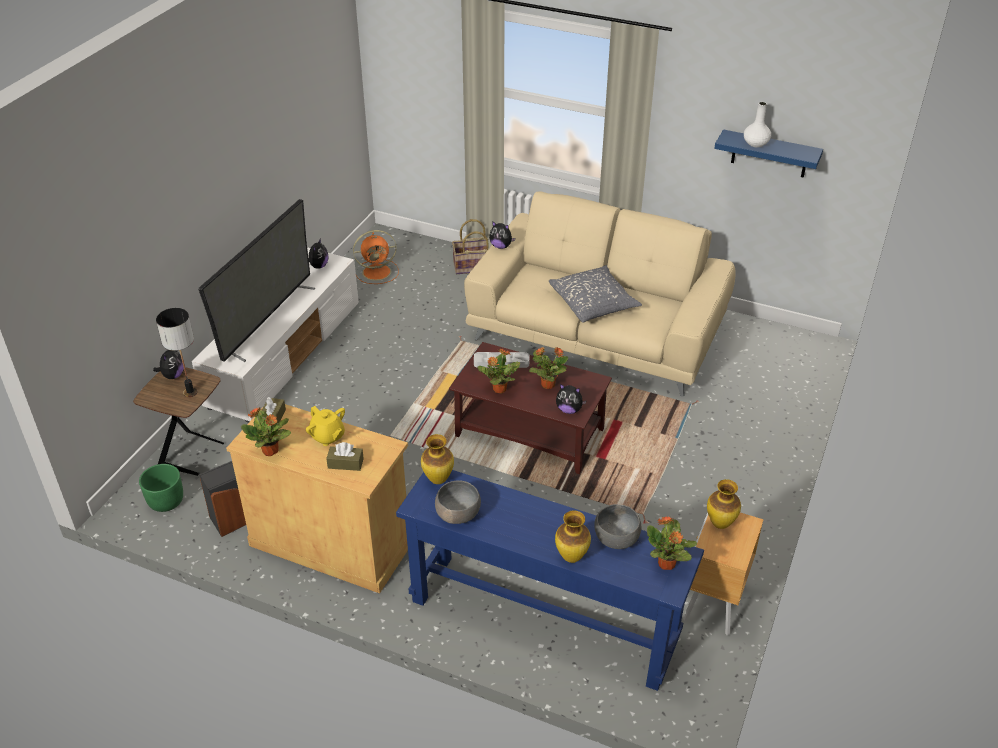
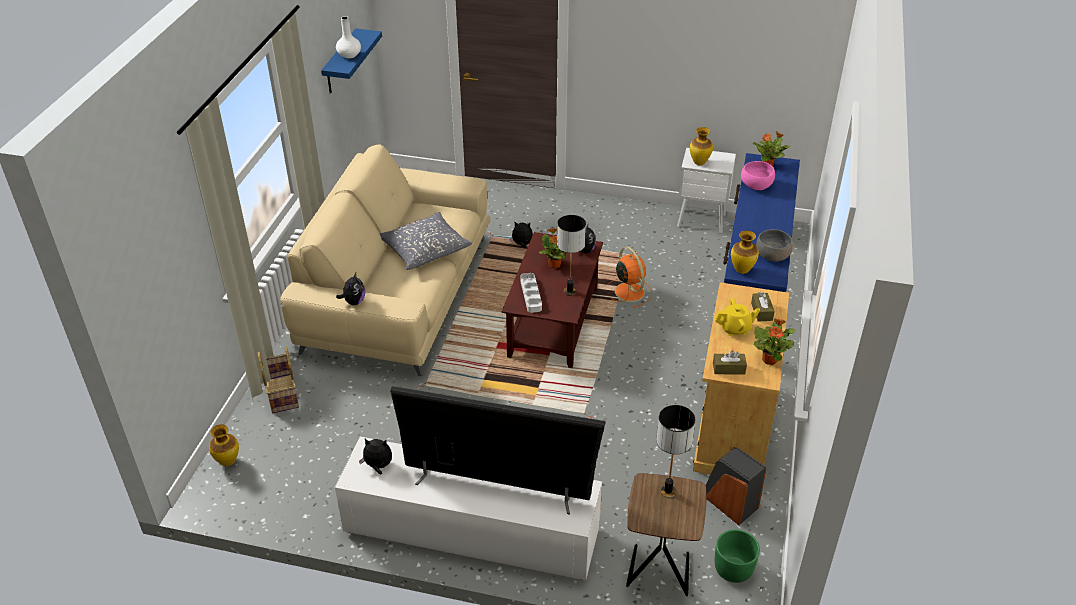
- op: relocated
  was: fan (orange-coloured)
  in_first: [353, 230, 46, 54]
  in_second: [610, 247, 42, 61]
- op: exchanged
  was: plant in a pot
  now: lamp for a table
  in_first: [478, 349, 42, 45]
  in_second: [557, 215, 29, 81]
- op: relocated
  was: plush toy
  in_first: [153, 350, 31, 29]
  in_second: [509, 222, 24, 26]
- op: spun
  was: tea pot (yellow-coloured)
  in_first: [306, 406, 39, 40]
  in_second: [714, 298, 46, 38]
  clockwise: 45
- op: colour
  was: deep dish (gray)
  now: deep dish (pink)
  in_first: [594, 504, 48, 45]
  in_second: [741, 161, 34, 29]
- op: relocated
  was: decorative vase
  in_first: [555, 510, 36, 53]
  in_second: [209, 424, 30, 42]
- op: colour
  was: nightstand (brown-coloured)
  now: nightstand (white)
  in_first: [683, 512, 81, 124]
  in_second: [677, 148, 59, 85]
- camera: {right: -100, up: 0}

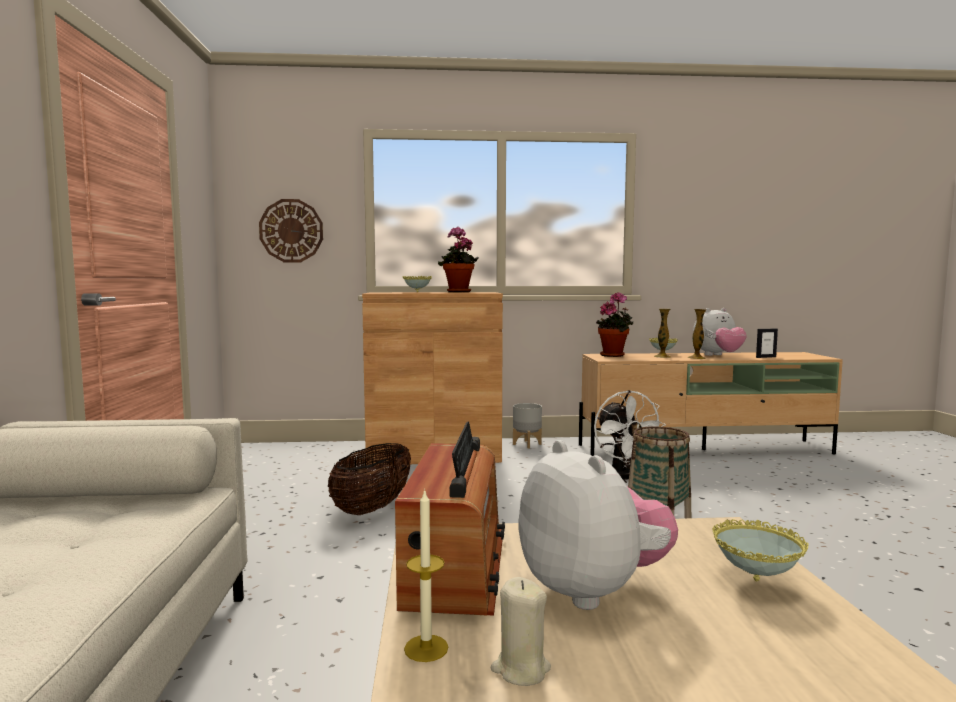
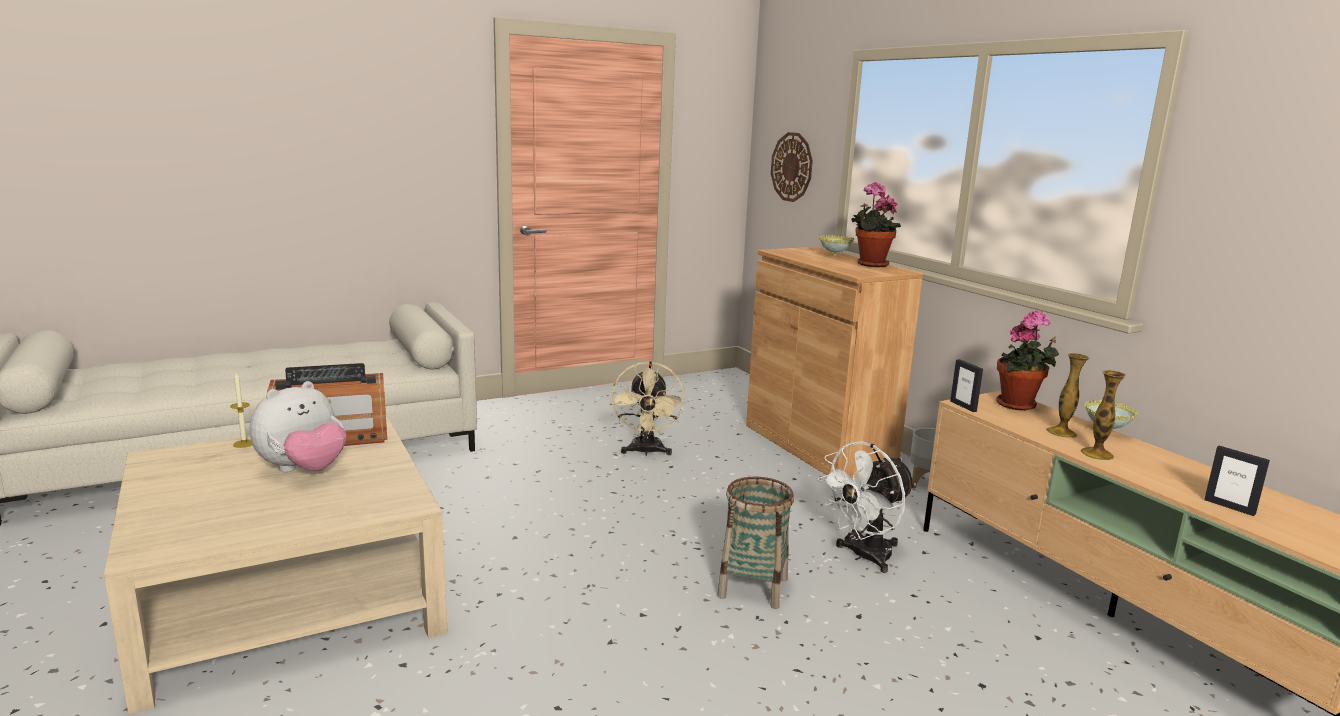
- op: missing
  was: plush toy
  in_first: [693, 308, 54, 48]
- op: exchanged
  was: basket
  now: fan (sand-coloured)
  in_first: [328, 443, 83, 72]
  in_second: [611, 361, 74, 95]
- op: missing
  was: deep dish
  in_first: [712, 519, 97, 62]
- op: missing
  was: wax candle (sand-coloured)
  in_first: [491, 577, 60, 109]
- op: appeared
  now: photo frame
  in_second: [950, 359, 33, 53]
- camera: {right: 65, up: 10}

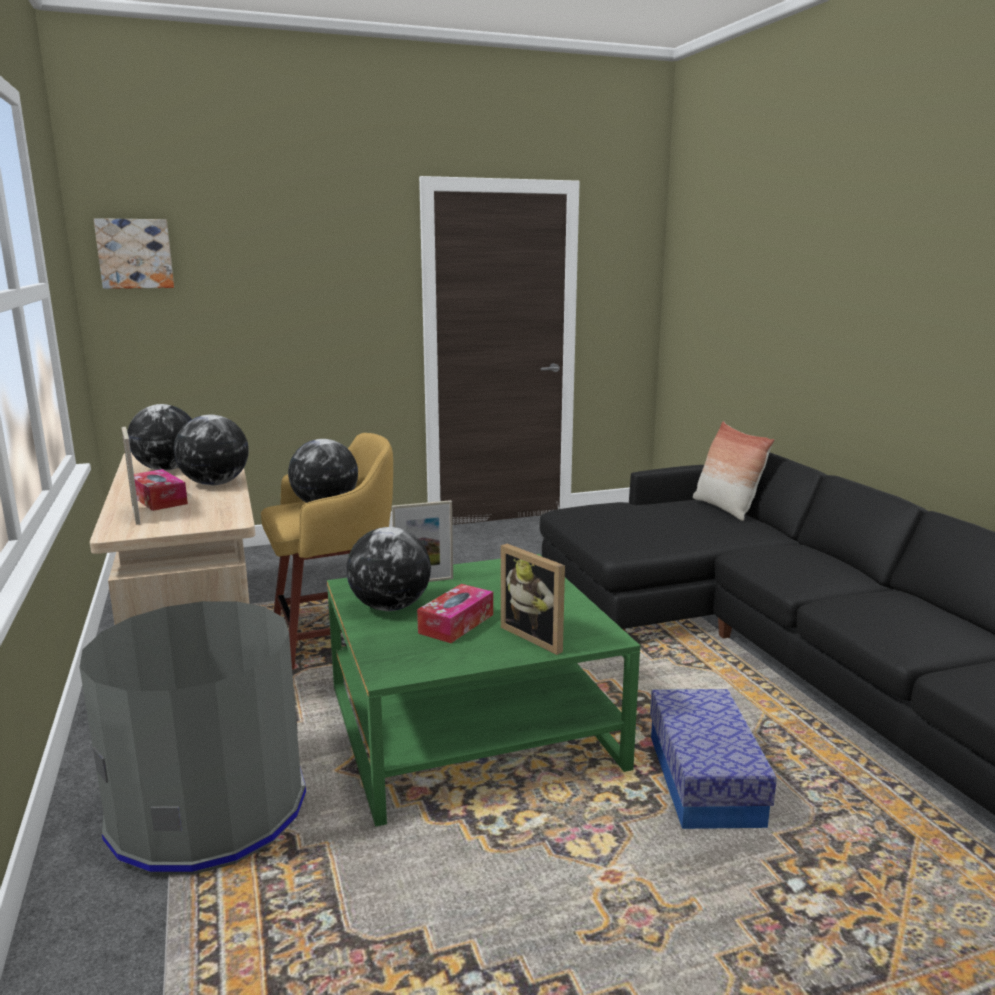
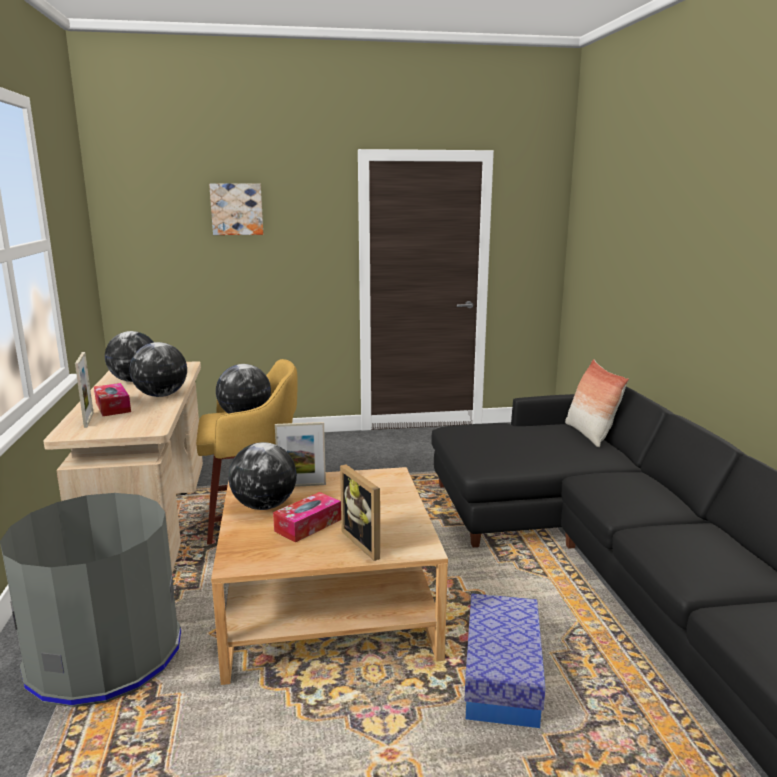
- op: relocated
  was: wall picture
  in_first: [94, 218, 80, 71]
  in_second: [209, 183, 54, 52]
- op: colour
  was: coffee table (green)
  now: coffee table (sand-coloured)
  in_first: [327, 554, 313, 273]
  in_second: [211, 467, 237, 218]
- camera: {right: 10, up: 0}

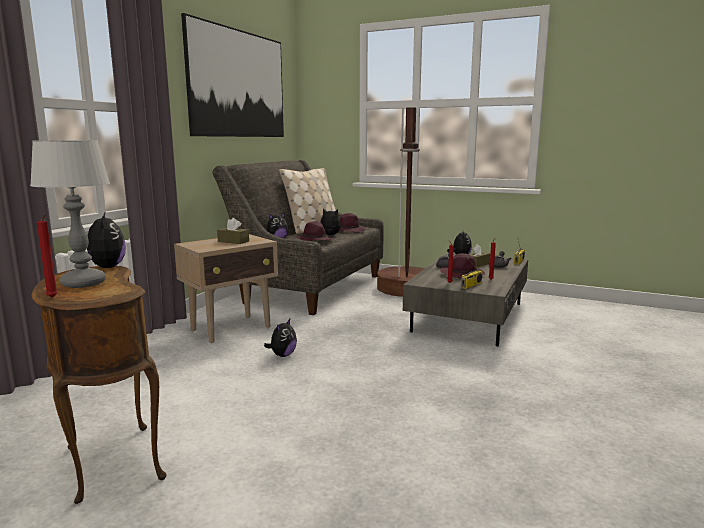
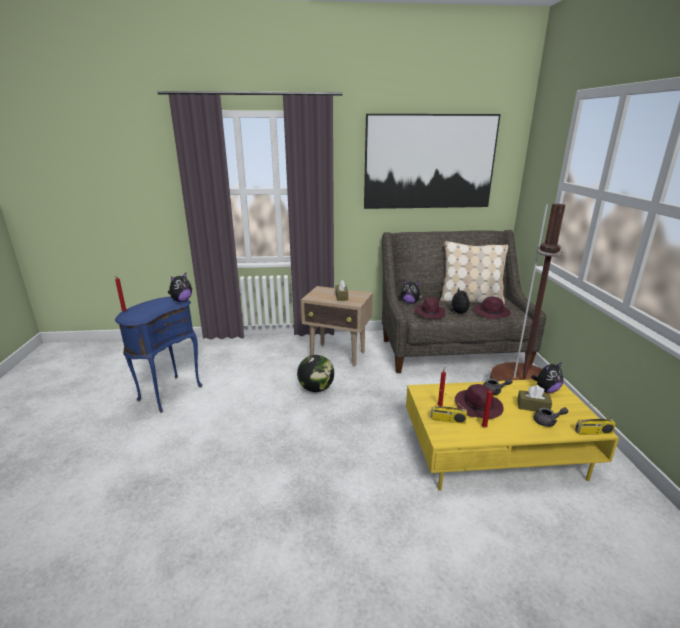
- op: missing
  was: lamp for a table
  in_first: [30, 141, 80, 147]
- op: colour
  was: coffee table (gray)
  now: coffee table (yellow-coloured)
  in_first: [403, 252, 125, 94]
  in_second: [406, 379, 213, 112]
- op: colour
  was: accent table (brown-coloured)
  now: accent table (blue-coloured)
  in_first: [31, 266, 135, 238]
  in_second: [115, 297, 87, 116]
- op: exchanged
  was: plush toy
  now: desk globe
  in_first: [264, 319, 33, 38]
  in_second: [297, 355, 37, 37]
- camera: {right: 60, up: 10}

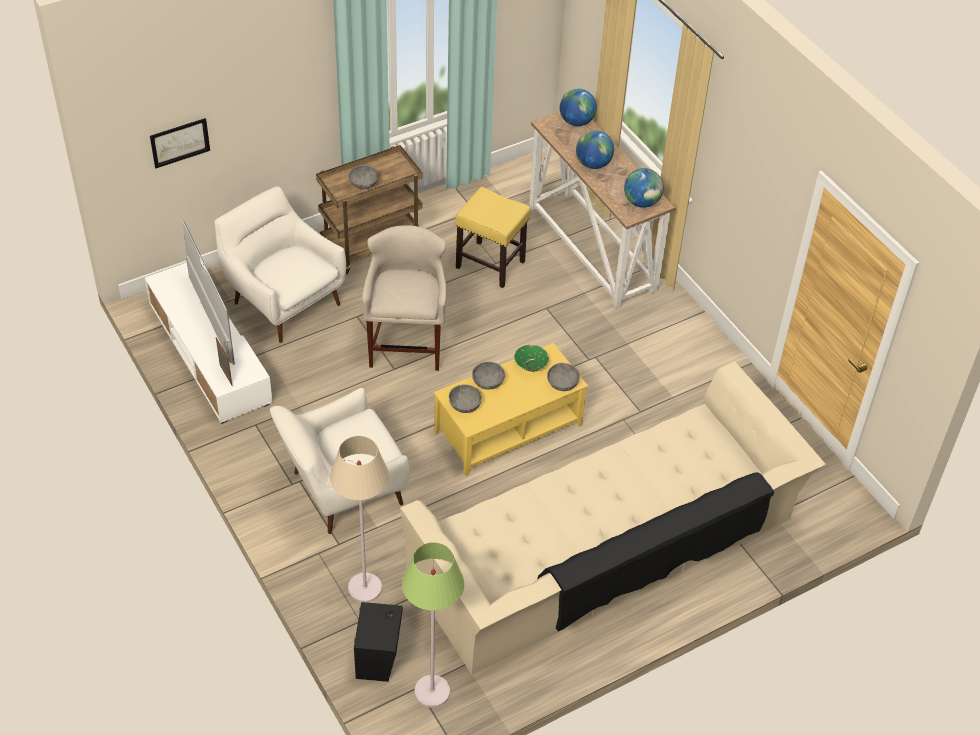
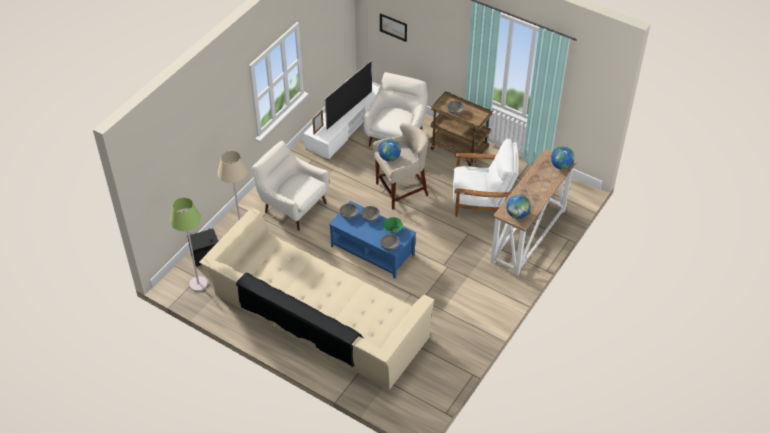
- op: relocated
  was: desk globe
  in_first: [576, 130, 38, 39]
  in_second: [378, 139, 23, 22]
- op: exchanged
  was: sitting stool (yellow-coloured)
  now: lounge chair (white)
  in_first: [455, 187, 76, 101]
  in_second: [453, 139, 66, 78]
- op: colour
  was: coffee table (yellow-coloured)
  now: coffee table (blue-coloured)
  in_first: [434, 343, 154, 133]
  in_second: [329, 201, 87, 78]
- camera: {right: 65, up: 0}

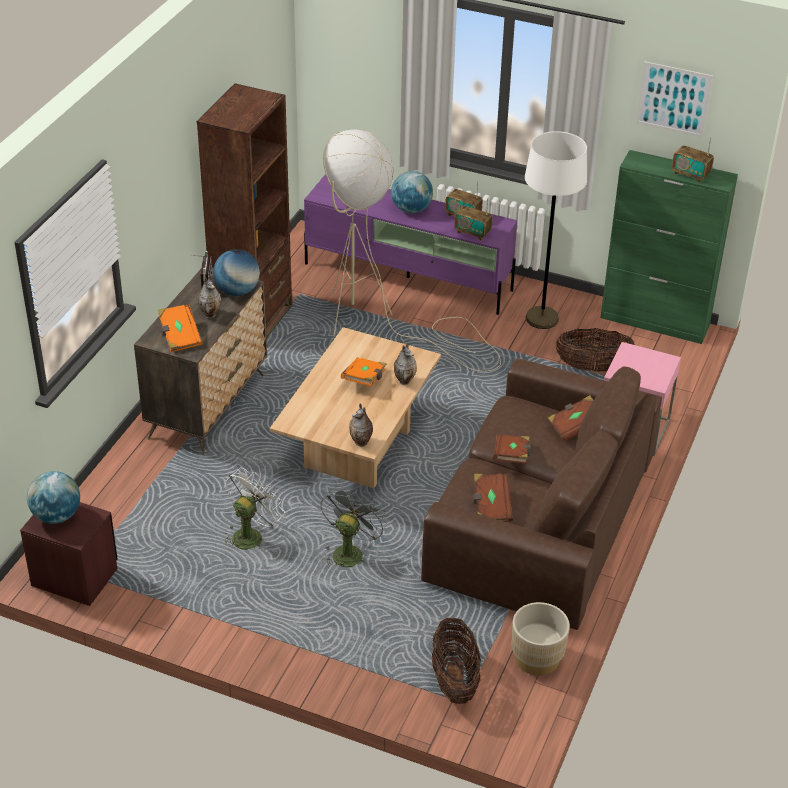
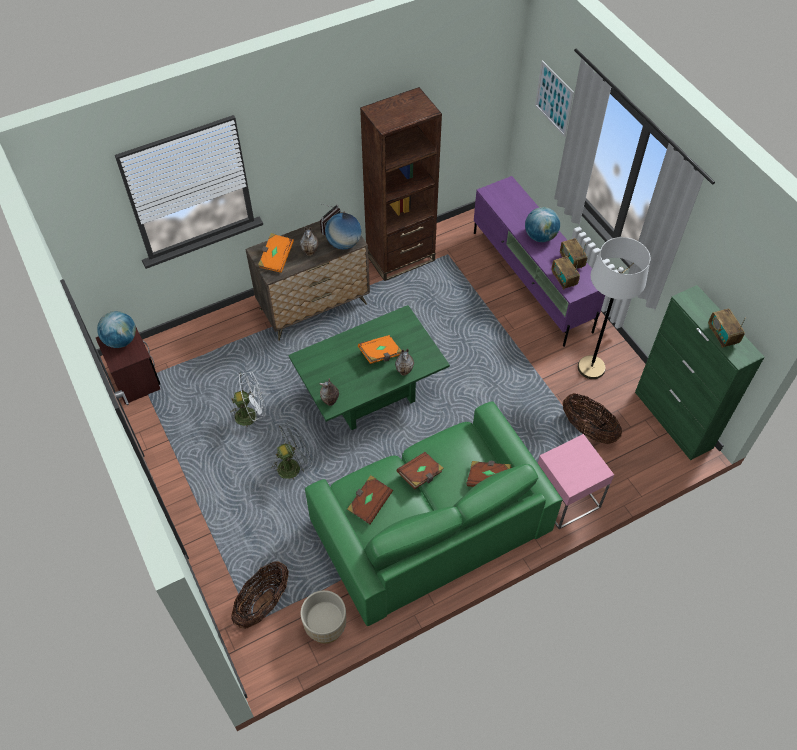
- op: relocated
  was: wall picture
  in_first: [636, 61, 77, 76]
  in_second: [535, 60, 39, 77]
- op: missing
  was: standard lamp (sand-coloured)
  in_first: [323, 129, 178, 242]
- op: colour
  was: coffee table (sand-coloured)
  now: coffee table (green)
  in_first: [270, 327, 171, 161]
  in_second: [289, 305, 161, 125]
- op: colour
  was: settee (brown-coloured)
  now: settee (green)
  in_first: [421, 359, 241, 271]
  in_second: [305, 401, 258, 225]
- camera: {right: 40, up: 15}

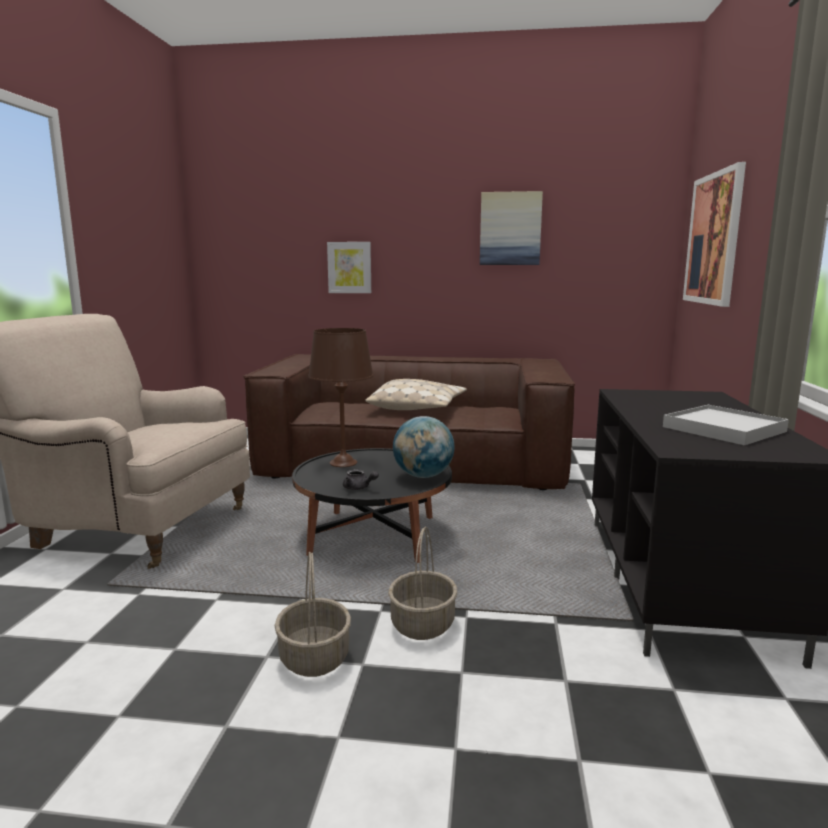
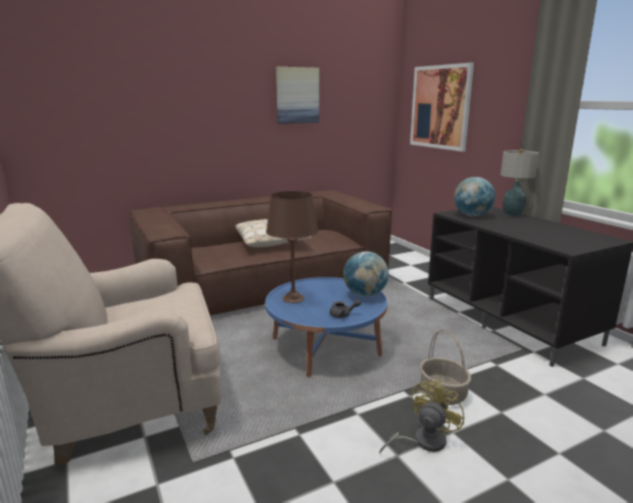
- op: missing
  was: wall picture
  in_first: [327, 242, 44, 51]
- op: missing
  was: serving tray (white)
  in_first: [663, 405, 126, 40]
- op: colour
  was: coffee table (blackish)
  now: coffee table (blue-coloured)
  in_first: [292, 448, 160, 115]
  in_second: [265, 277, 123, 100]
- op: exchanged
  was: basket
  now: fan (yellow-coloured)
  in_first: [274, 552, 77, 125]
  in_second: [379, 380, 86, 74]
- op: appeared
  now: lamp for a table
  in_second: [501, 149, 38, 68]
- op: appeared
  now: desk globe
  in_second: [454, 177, 41, 39]
- camera: {right: -35, up: 5}

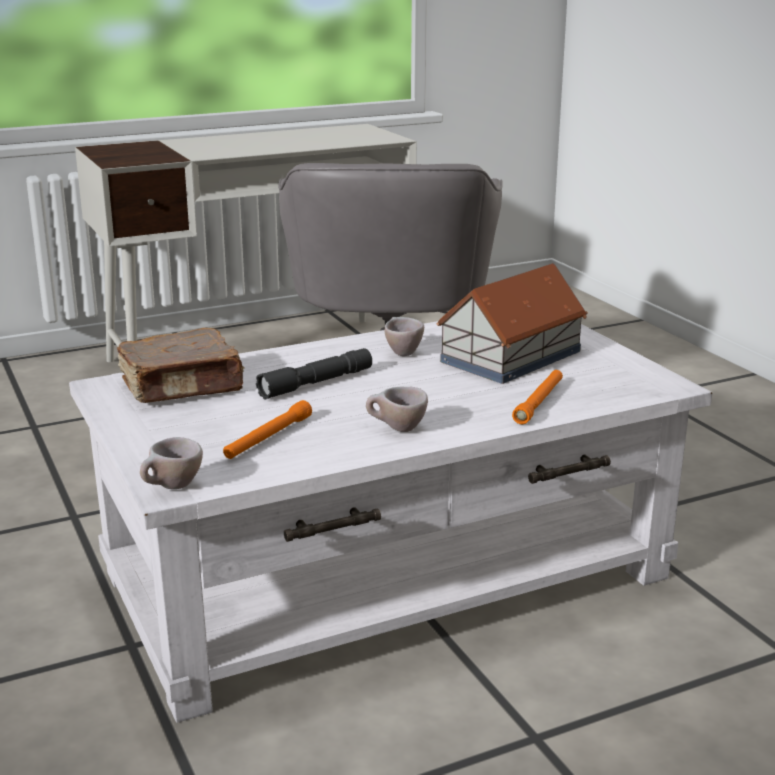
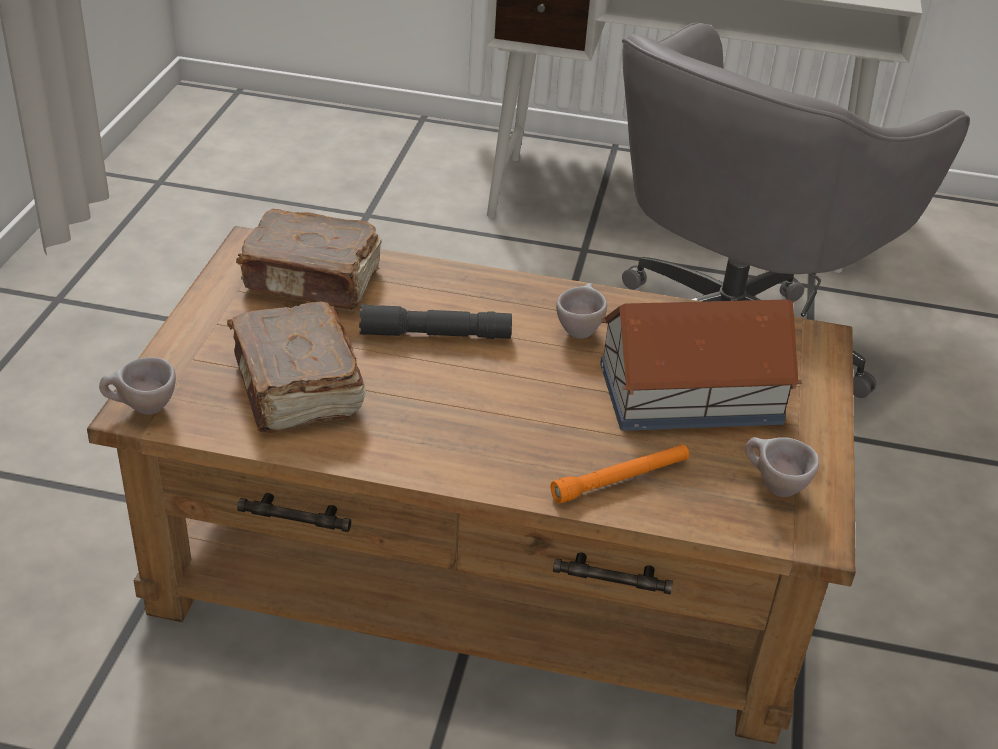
- op: colour
  was: coffee table (white)
  now: coffee table (brown-coloured)
  in_first: [69, 321, 643, 402]
  in_second: [87, 226, 769, 518]
- op: relocated
  was: small cup (sand-coloured)
  in_first: [366, 387, 62, 45]
  in_second: [745, 437, 74, 60]
- op: exchanged
  was: torch (orange-coloured)
  now: bound book (brown-coloured)
  in_first: [223, 400, 89, 59]
  in_second: [227, 301, 139, 132]
- camera: {right: 35, up: 15}

